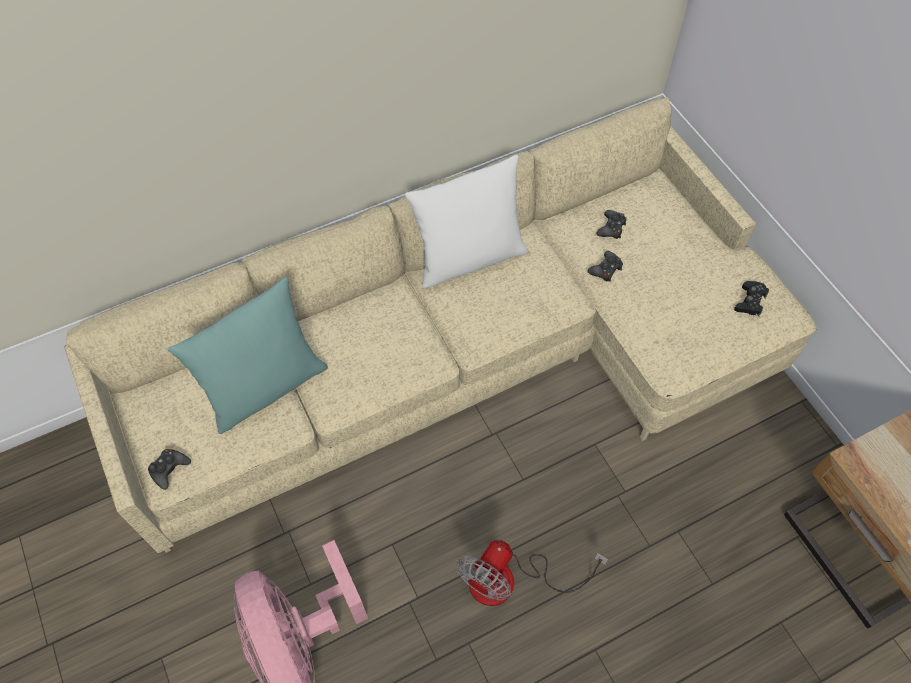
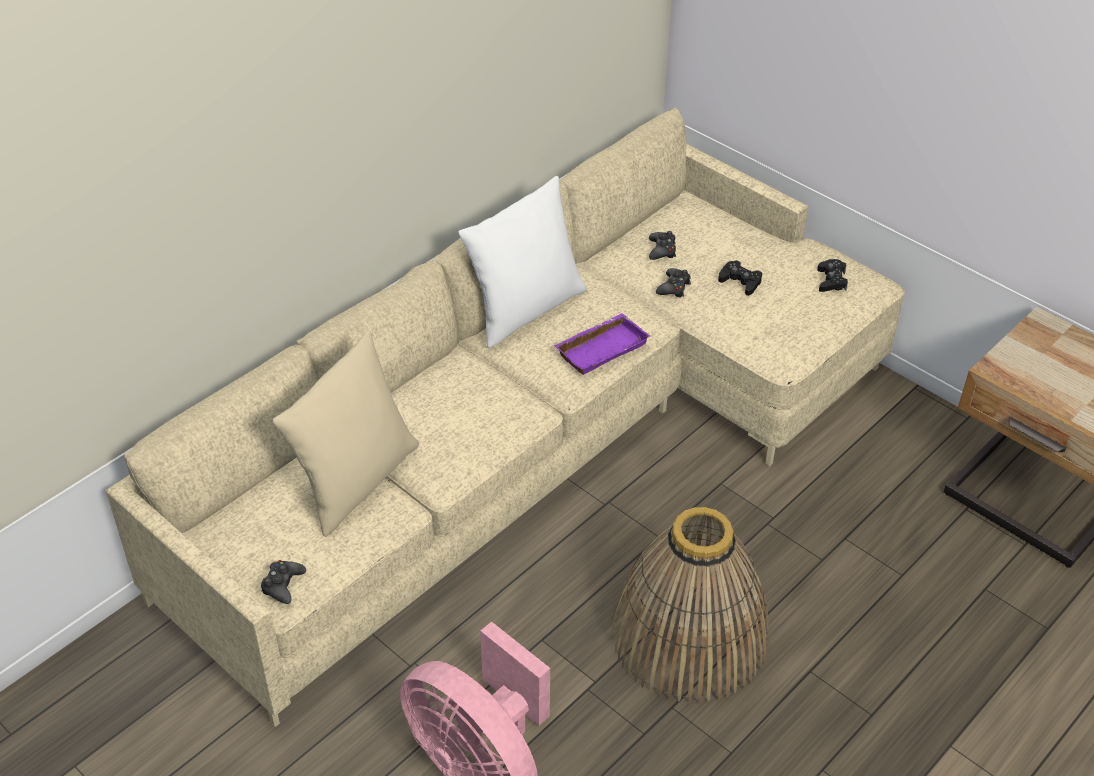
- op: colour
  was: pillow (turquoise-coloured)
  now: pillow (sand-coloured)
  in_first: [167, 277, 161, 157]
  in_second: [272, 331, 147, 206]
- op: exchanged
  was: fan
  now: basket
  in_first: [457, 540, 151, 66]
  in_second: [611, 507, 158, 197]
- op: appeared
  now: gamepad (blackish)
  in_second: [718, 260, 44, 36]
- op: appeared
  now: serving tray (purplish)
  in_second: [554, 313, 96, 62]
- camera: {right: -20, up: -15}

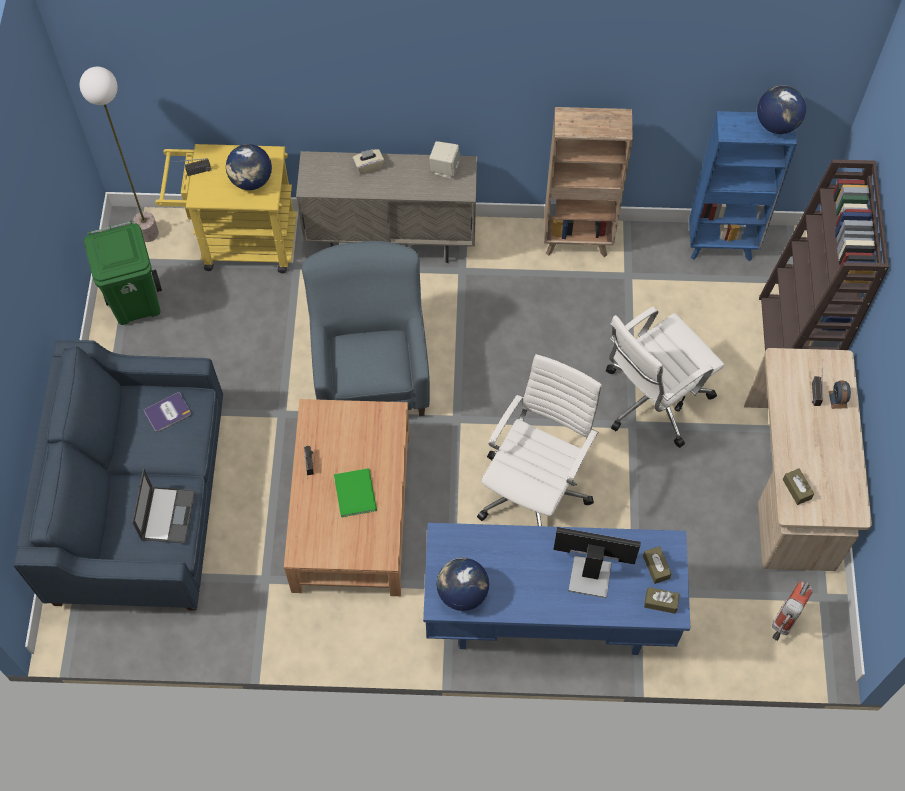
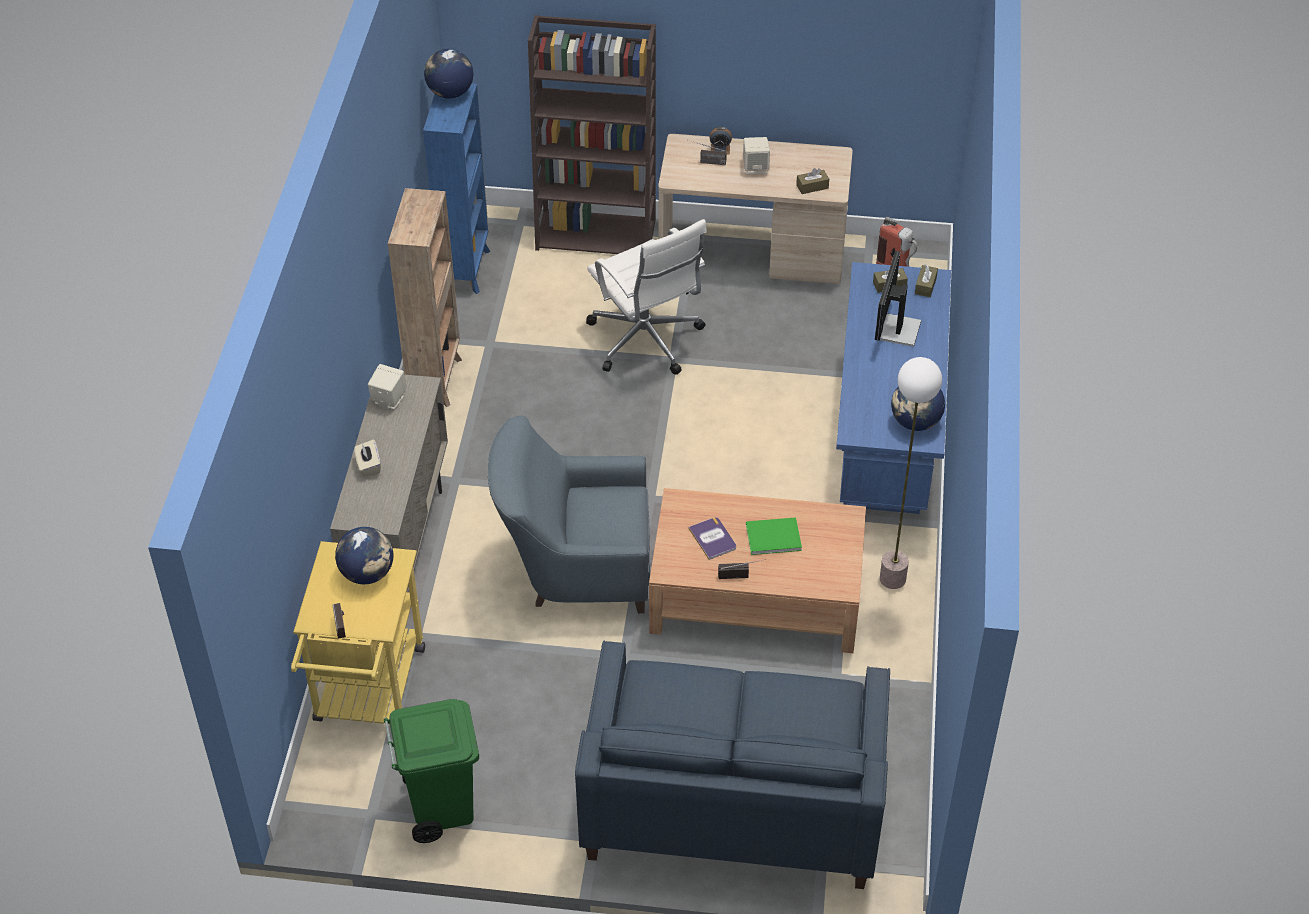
- op: relocated
  was: standard lamp
  in_first: [80, 67, 79, 175]
  in_second: [880, 357, 62, 232]
- op: missing
  was: office chair (white)
  in_first: [477, 354, 125, 172]
- op: relocated
  was: bound book
  in_first: [144, 392, 47, 40]
  in_second: [688, 517, 48, 43]
- op: missing
  was: portable computer
  in_first: [132, 469, 63, 75]
- op: appeared
  now: loudspeaker (sand-coloured)
  in_second: [743, 137, 27, 37]
- camera: {right: -85, up: -15}

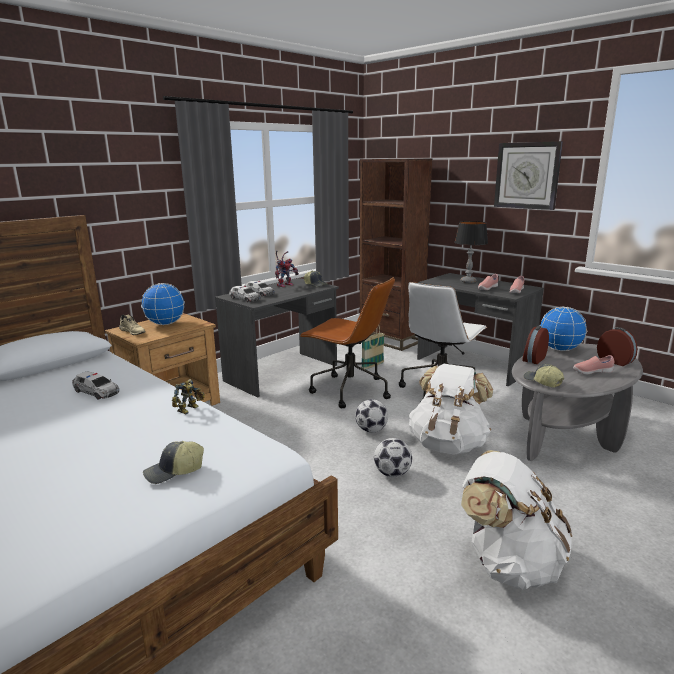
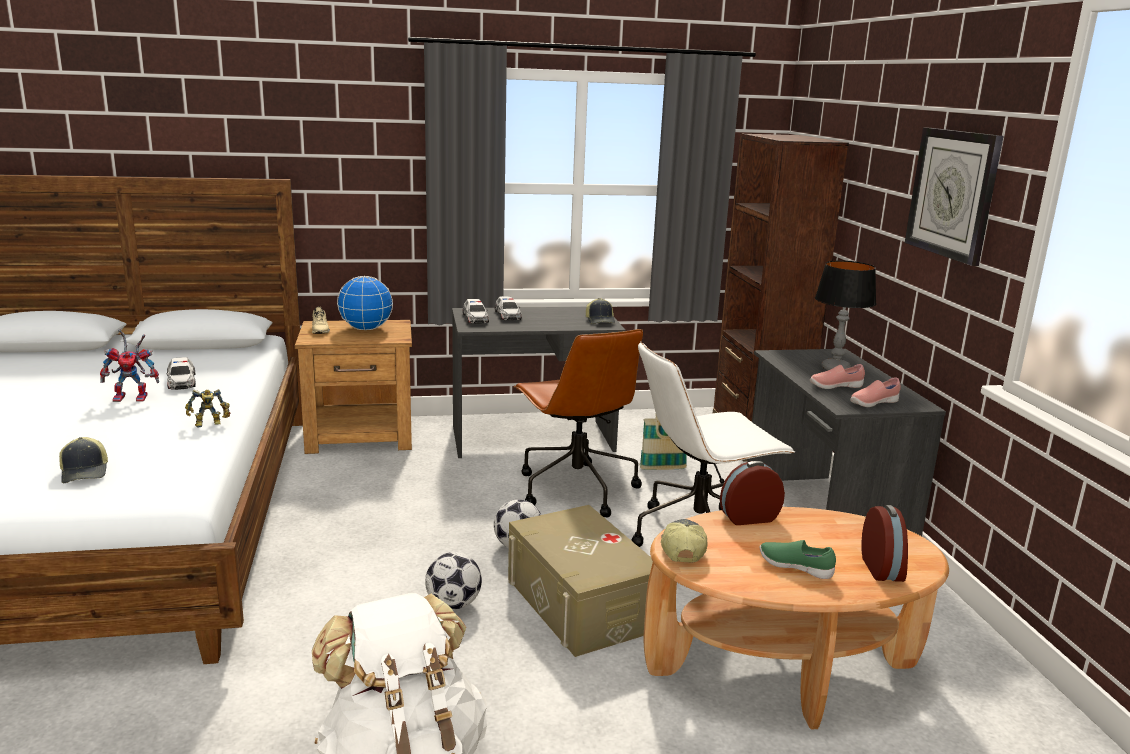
- op: relocated
  was: toy robot
  in_first: [275, 250, 24, 38]
  in_second: [100, 329, 59, 73]
- op: missing
  was: desk globe
  in_first: [540, 307, 47, 44]
- op: colour
  was: coffee table (gray)
  now: coffee table (brown-coloured)
  in_first: [512, 344, 131, 117]
  in_second: [644, 507, 305, 222]
- op: colour
  was: item of footwear (pink)
  now: item of footwear (green)
  in_first: [573, 355, 41, 20]
  in_second: [760, 540, 76, 39]
- op: exchanged
  was: backpack (white)
  now: storage container (sand-coloured)
  in_first: [409, 364, 84, 91]
  in_second: [508, 505, 145, 152]
- op: spun
  was: baseball cap
  in_first: [143, 441, 61, 43]
  in_second: [59, 437, 49, 46]
  clockwise: -120
- camera: {right: 35, up: 0}

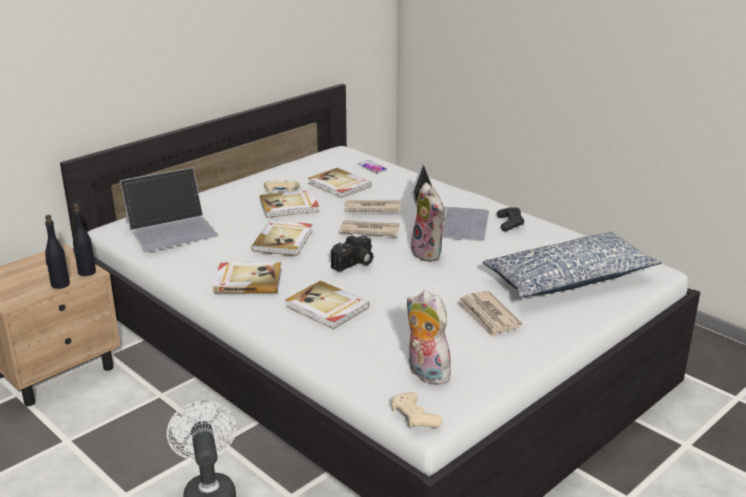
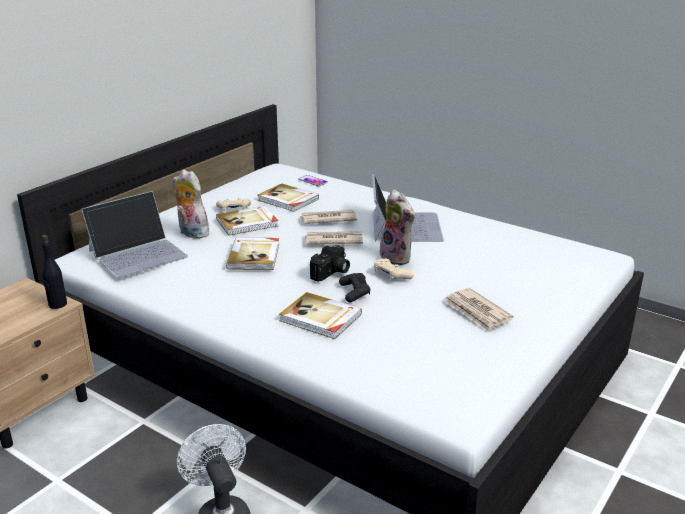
- op: relocated
  was: gamepad (blackish)
  in_first: [497, 207, 27, 24]
  in_second: [339, 273, 31, 29]
- op: missing
  was: bottle (blackish)
  in_first: [45, 215, 25, 74]
- op: missing
  was: pillow
  in_first: [482, 232, 180, 66]
- op: missing
  was: bound book
  in_first: [213, 262, 68, 31]
- op: relocated
  was: plush toy
  in_first: [407, 290, 48, 95]
  in_second: [173, 169, 36, 70]
- op: relocated
  was: gamepad (sand-coloured)
  in_first: [392, 392, 51, 36]
  in_second: [374, 259, 40, 21]
- camera: {right: -10, up: 0}

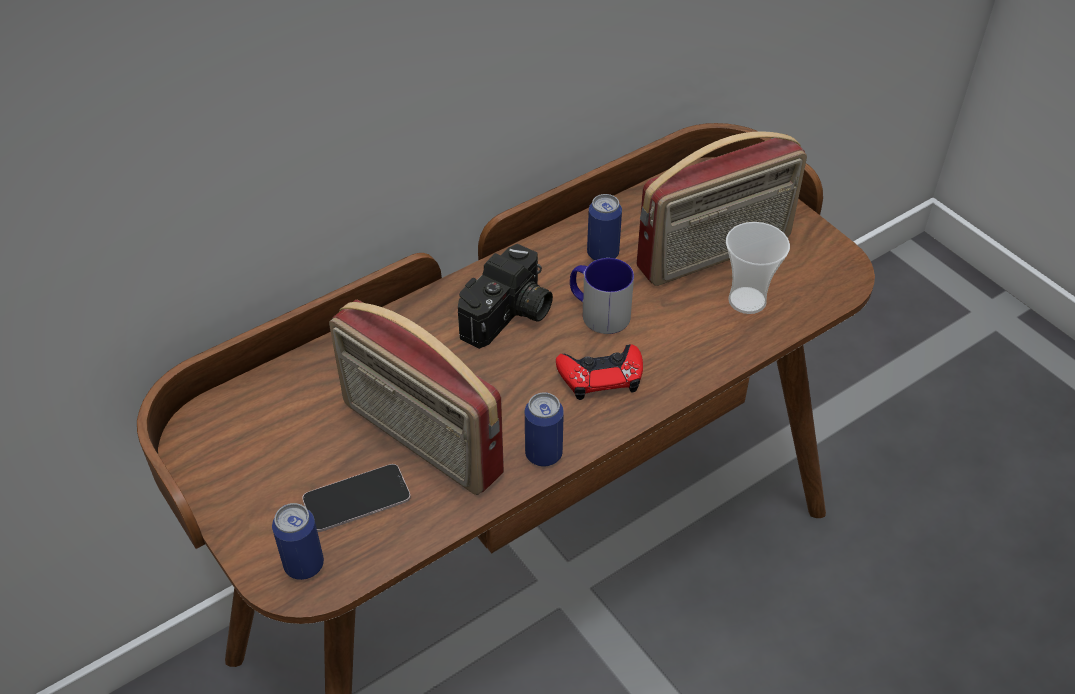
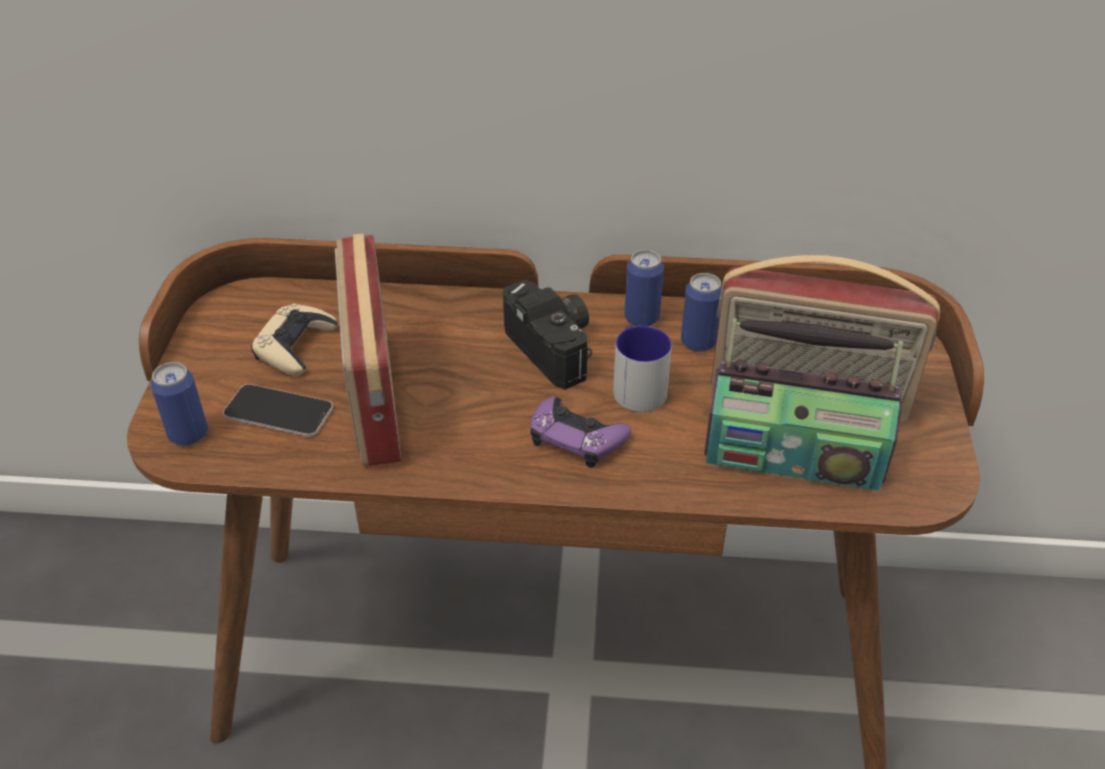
- op: exchanged
  was: small cup
  now: radio set
  in_first: [726, 222, 64, 92]
  in_second: [704, 318, 199, 173]
- op: spun
  was: photo camera
  in_first: [458, 244, 95, 105]
  in_second: [503, 280, 89, 110]
  clockwise: -105
- op: colour
  was: gamepad (reddish)
  now: gamepad (purplish)
  in_first: [556, 344, 87, 56]
  in_second: [530, 397, 101, 71]
- op: relocated
  was: can
  in_first: [525, 392, 39, 75]
  in_second: [624, 250, 40, 76]
- op: appeared
  now: gamepad (sand-coloured)
  in_second: [251, 303, 86, 73]
- camera: {right: 40, up: -5}

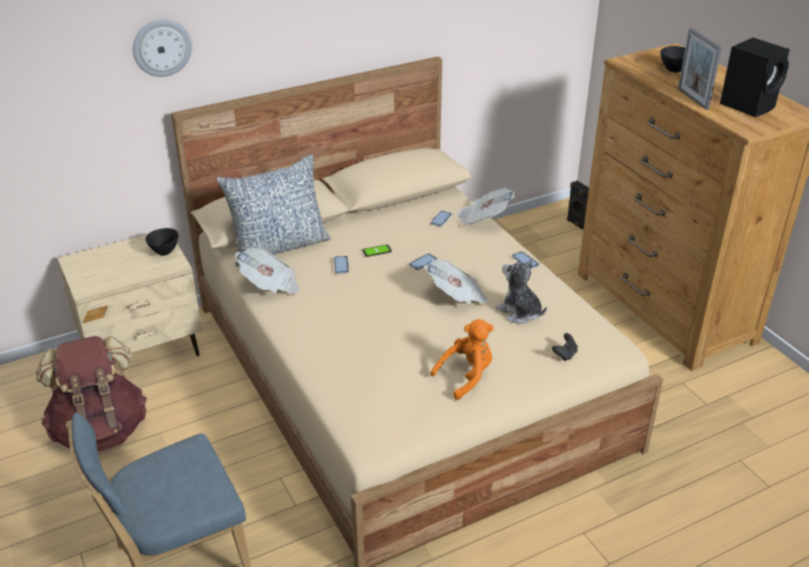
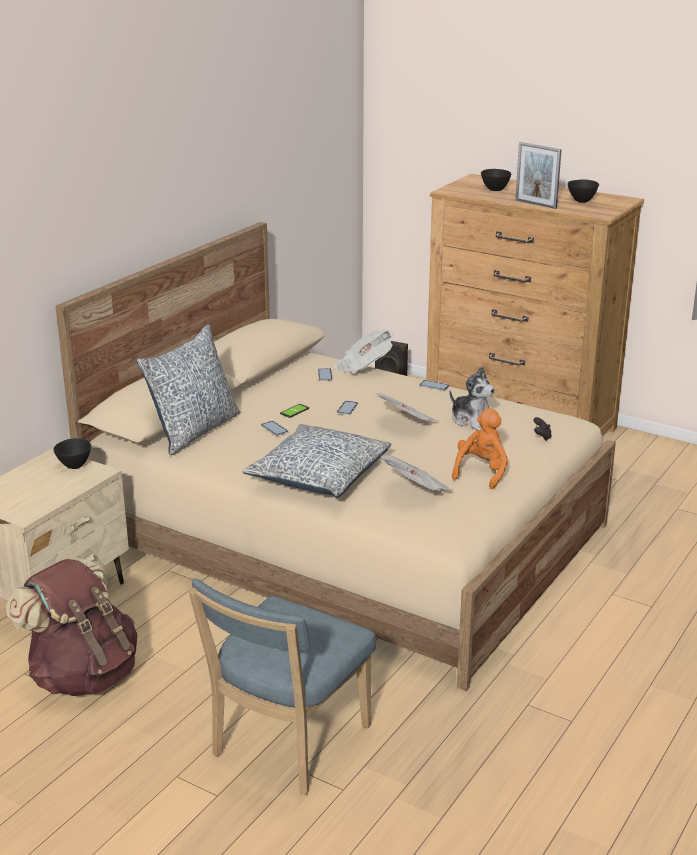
- op: missing
  was: clock on the wall
  in_first: [133, 19, 59, 58]
- op: exchanged
  was: loudspeaker (blackish)
  now: deep dish (blackish)
  in_first: [720, 38, 70, 79]
  in_second: [567, 179, 32, 24]
- op: relocated
  was: printed paper
  in_first: [235, 248, 64, 46]
  in_second: [380, 455, 74, 37]
- op: spun
  was: plush toy
  in_first: [496, 259, 51, 65]
  in_second: [449, 367, 46, 63]
  clockwise: -150
- op: appeared
  now: pillow
  in_second: [242, 424, 149, 74]
- camera: {right: -30, up: -10}

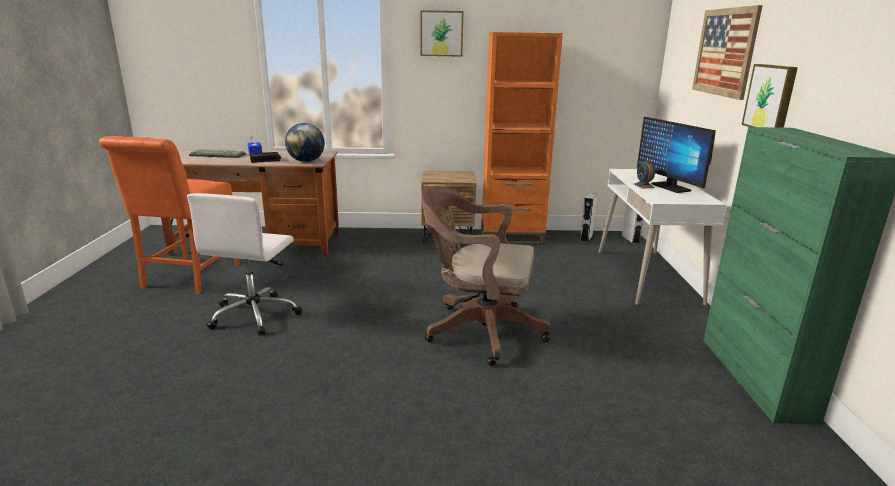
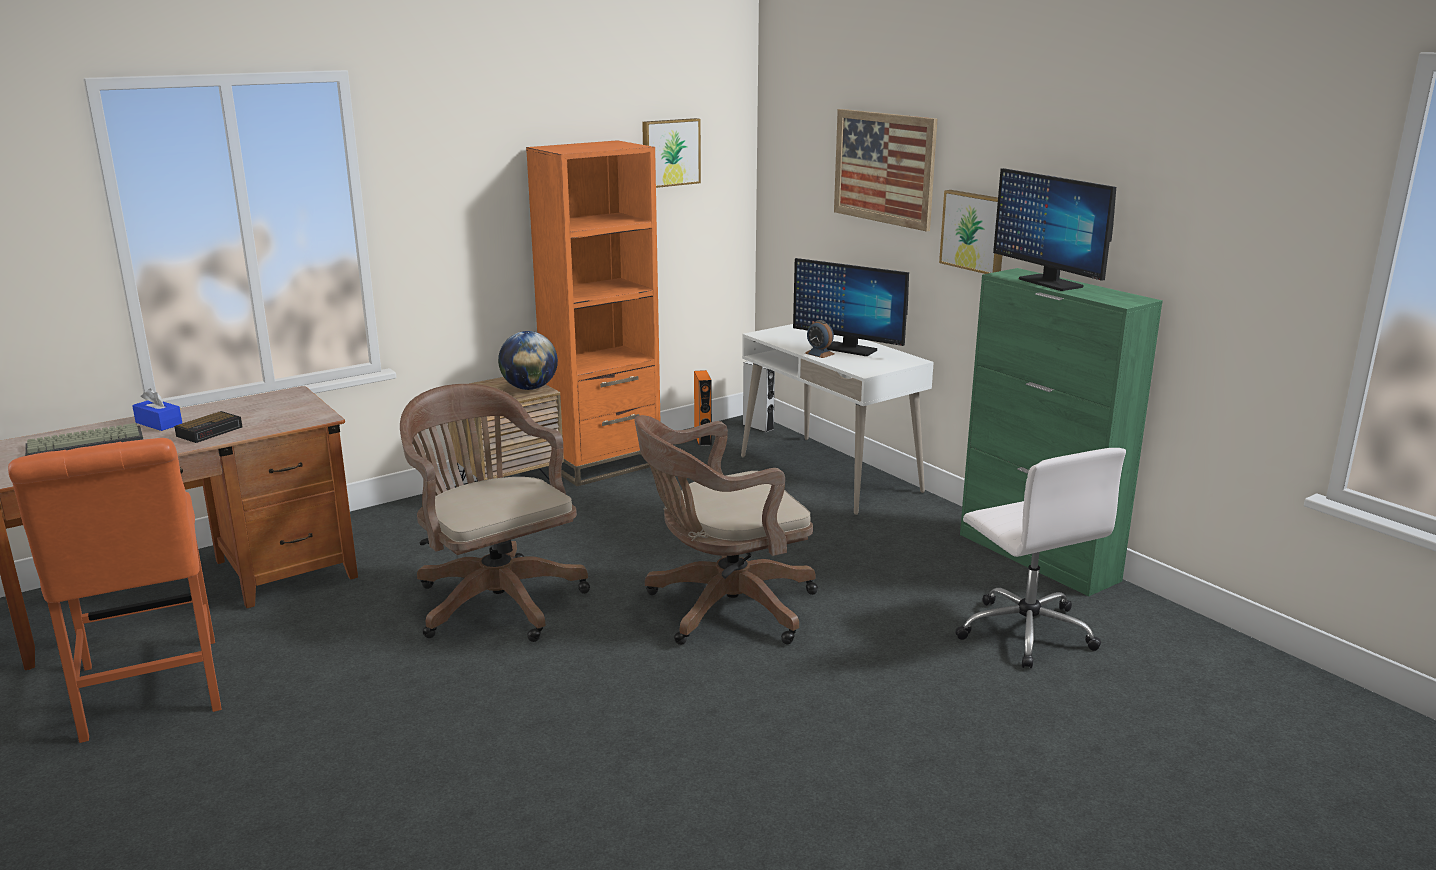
- op: relocated
  was: wall picture
  in_first: [420, 10, 44, 47]
  in_second: [642, 118, 59, 70]
- op: relocated
  was: desk globe
  in_first: [285, 123, 40, 39]
  in_second: [498, 331, 60, 59]
- op: relocated
  was: office chair (white)
  in_first: [187, 193, 115, 142]
  in_second: [955, 448, 171, 220]
- op: colour
  was: loudspeaker (gray)
  now: loudspeaker (orange-coloured)
  in_first: [580, 193, 17, 49]
  in_second: [694, 370, 18, 76]
- op: appeared
  now: computer display
  in_second: [993, 168, 123, 123]
- op: appeared
  now: office chair (brown-coloured)
  in_second: [400, 384, 190, 258]
- camera: {right: -35, up: 0}

